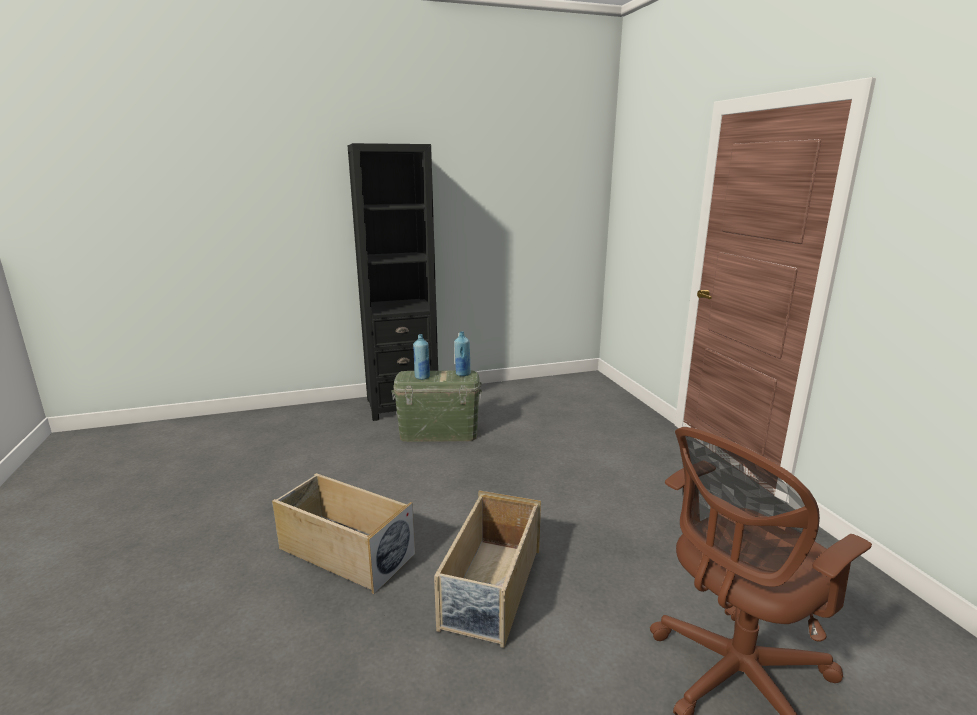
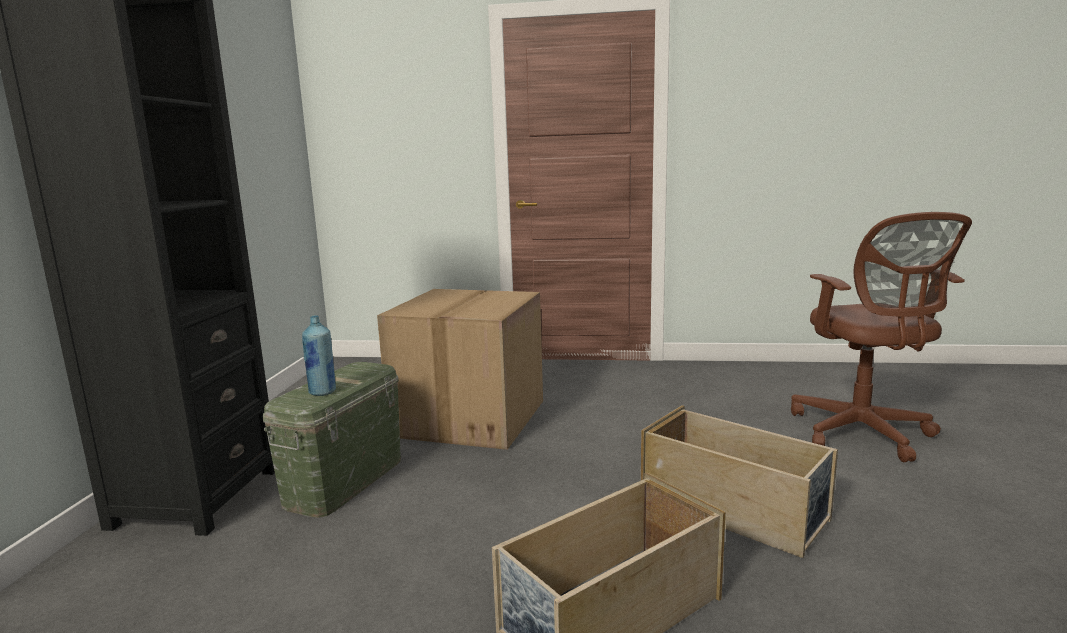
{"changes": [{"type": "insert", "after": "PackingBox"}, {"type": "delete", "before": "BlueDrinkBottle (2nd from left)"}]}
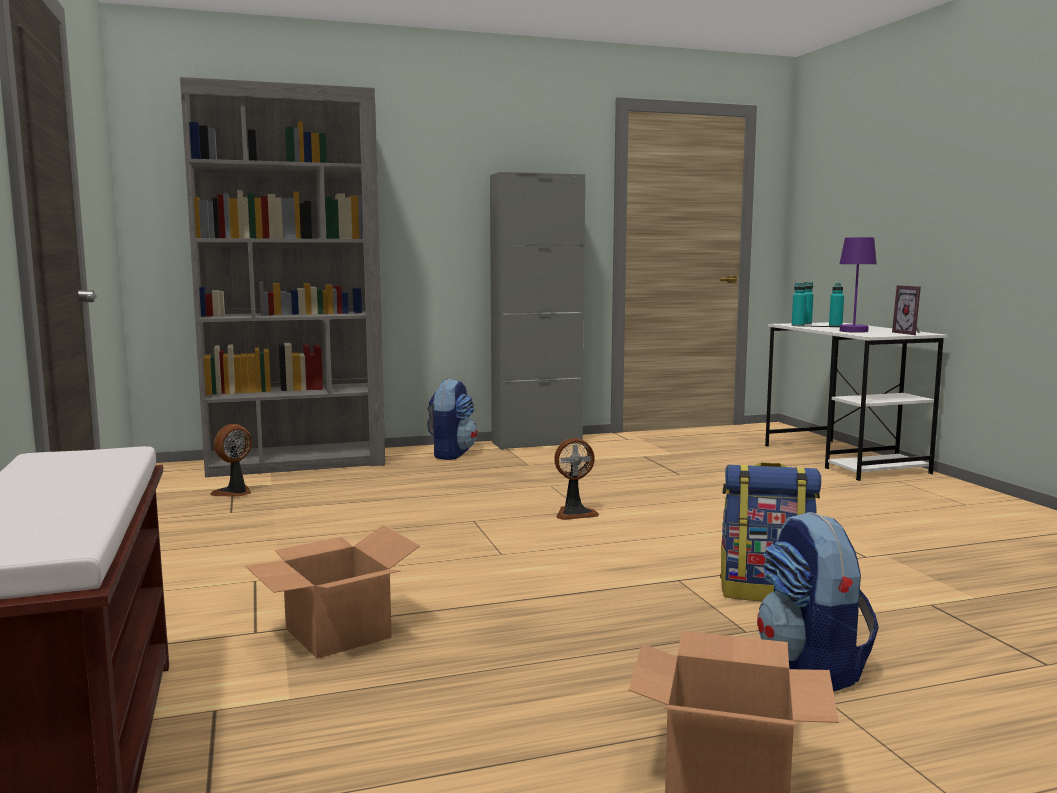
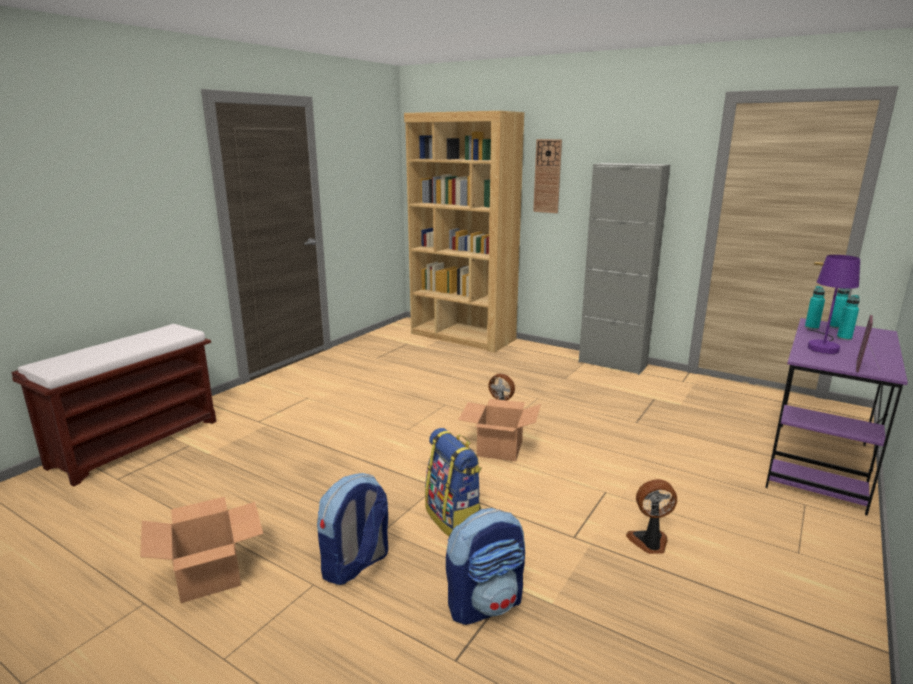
{"changes": [{"type": "recolor", "before": "GreyShelvingUnit", "after": "BrownColouredShelvingUnit"}, {"type": "move", "before": "Backpack (1st from left in the first image)", "after": "Backpack (3rd from left)"}, {"type": "move", "before": "PackingBox (1st from left in the first image)", "after": "PackingBox (2nd from left)"}, {"type": "insert", "after": "ClockOnTheWall"}, {"type": "move", "before": "CoolingFan (1st from left in the first image)", "after": "CoolingFan (2nd from left)"}, {"type": "recolor", "before": "WhiteColouredDeskTable", "after": "PurpleDeskTable"}]}
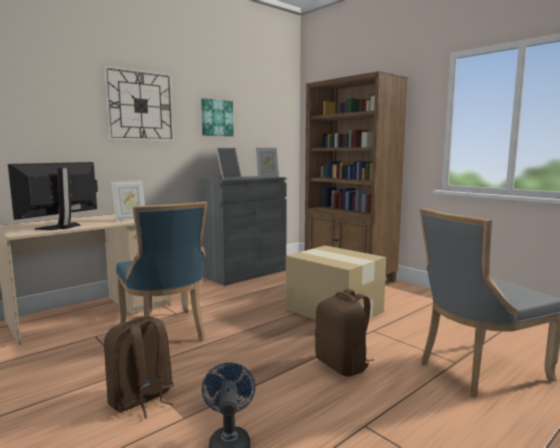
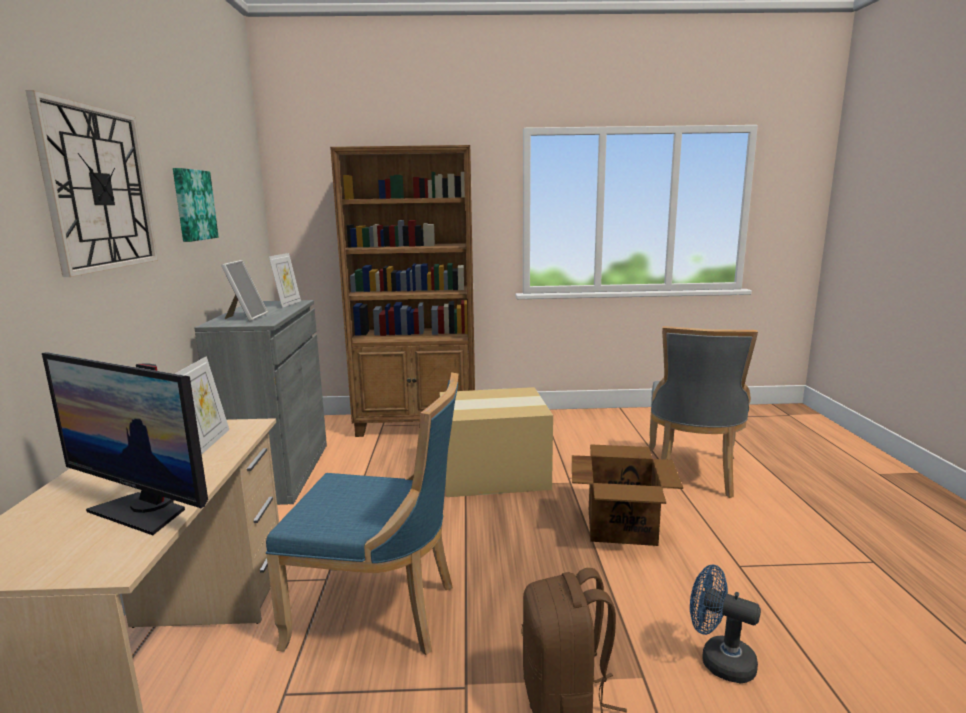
{"changes": [{"type": "rotate", "before": "Monitor", "turn": -45}, {"type": "replace", "before": "BrownColouredBackpack (2nd from left)", "after": "PackingBox (2nd from left)"}]}
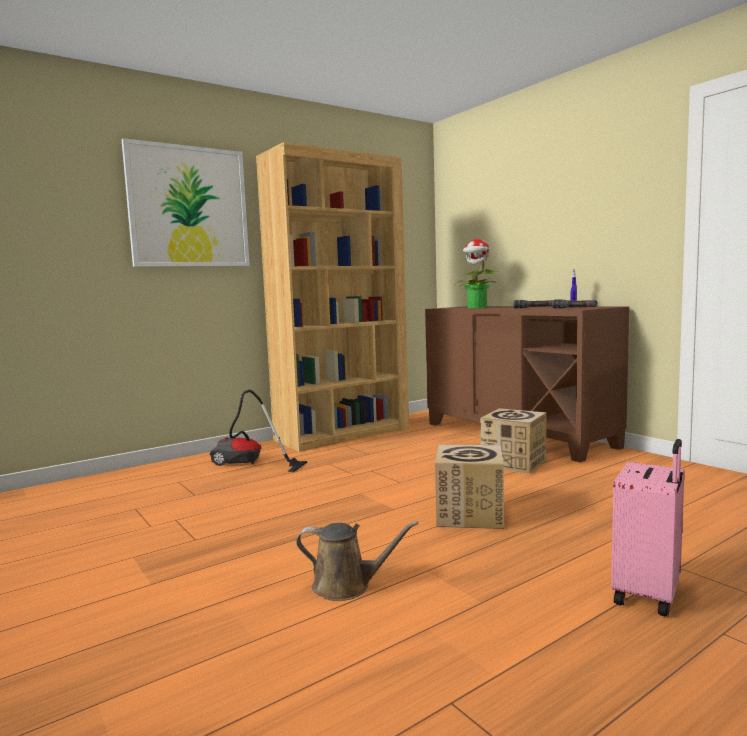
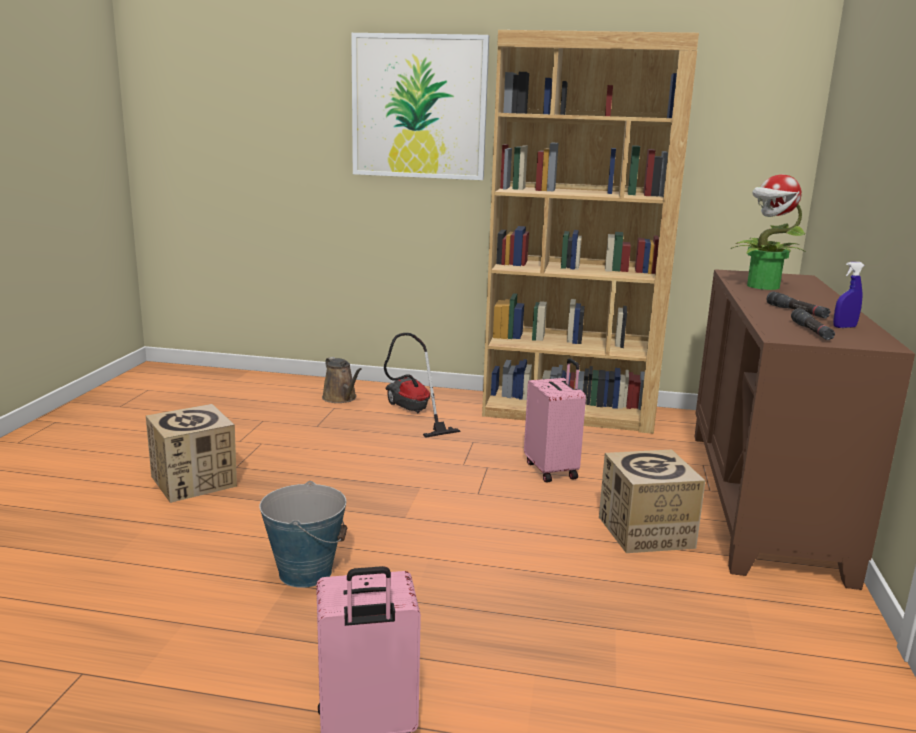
{"changes": [{"type": "move", "before": "PackingBox (1st from left)"}, {"type": "insert", "after": "Bucket"}, {"type": "move", "before": "BrownColouredWateringPot"}, {"type": "insert", "after": "PinkishPieceOfLuggage (2nd from left)"}]}
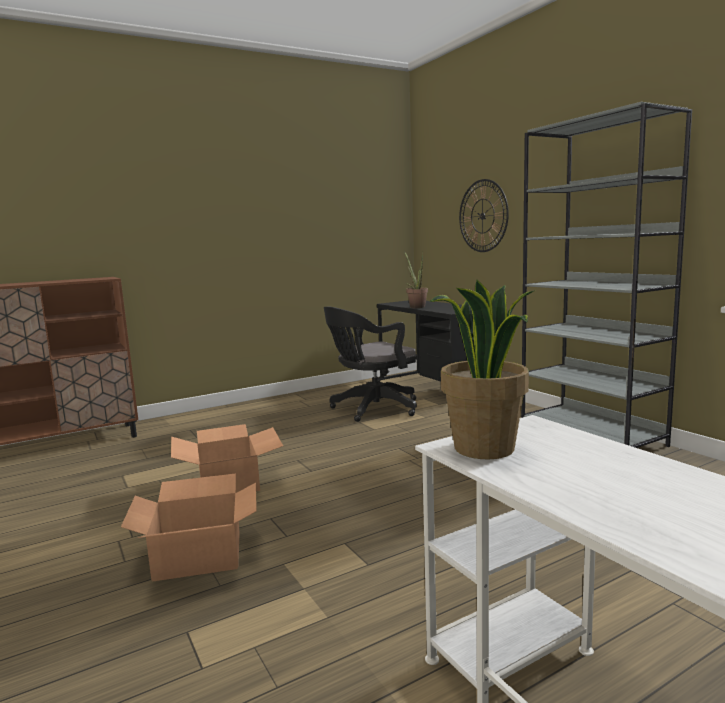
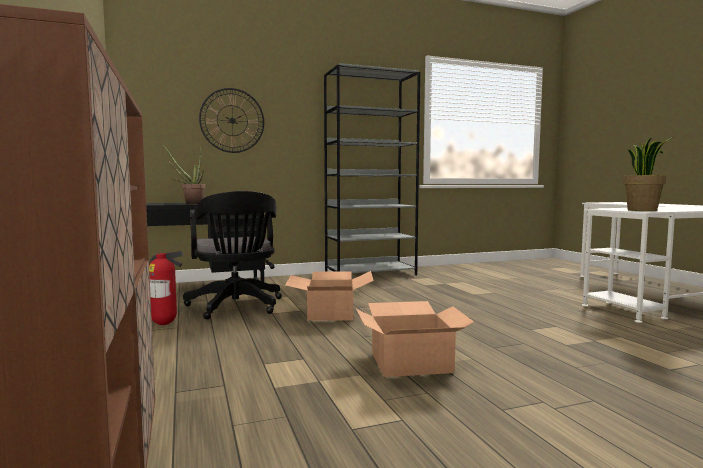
{"changes": [{"type": "insert", "after": "FireExtinguisher"}, {"type": "move", "before": "PackingBox (1st from left)"}]}
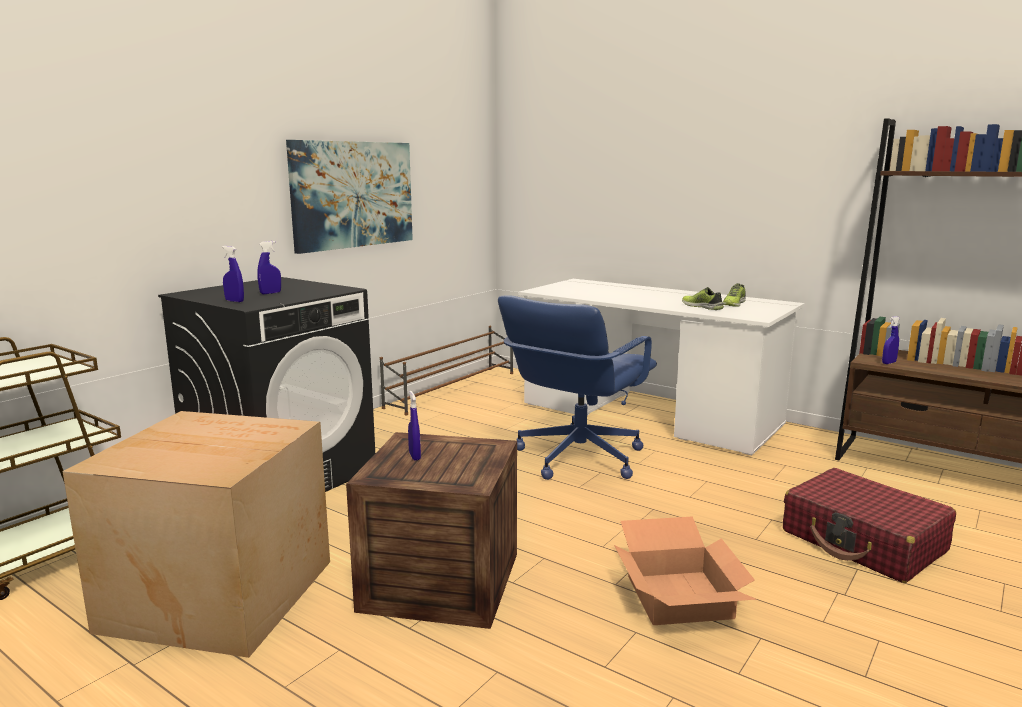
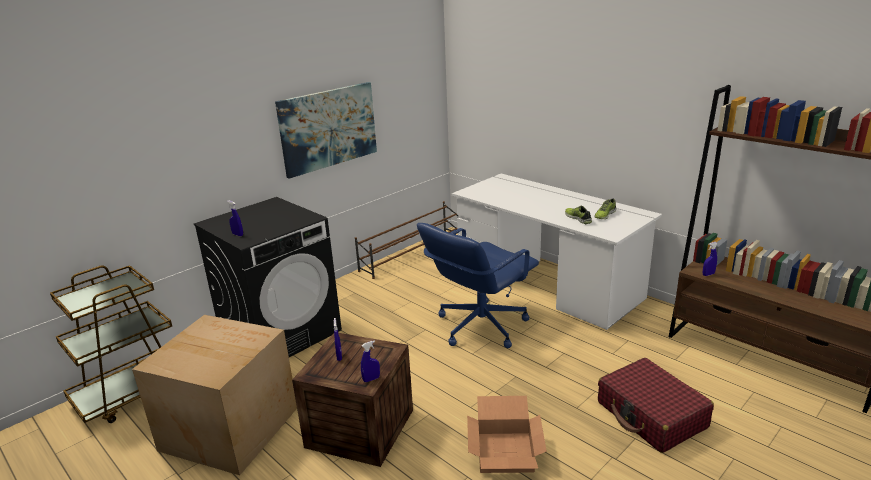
{"changes": [{"type": "move", "before": "BlueHandSprayer (2nd from left in the first image)", "after": "BlueHandSprayer (3rd from left)"}]}
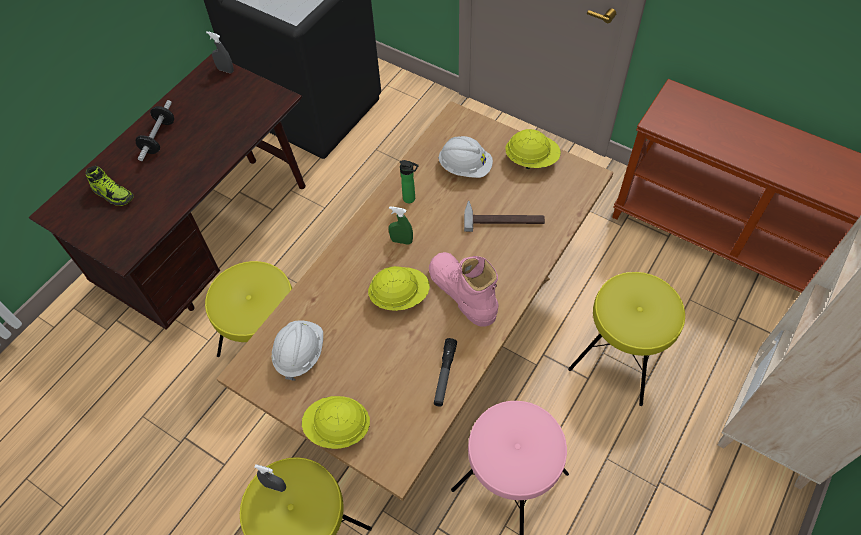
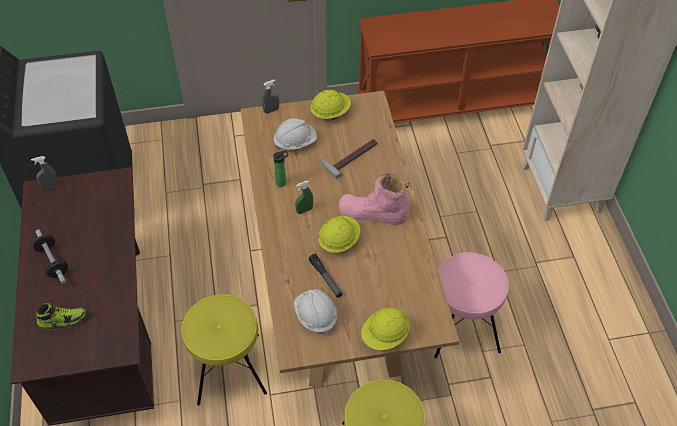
{"changes": [{"type": "move", "before": "GreyHandSprayer (2nd from left)"}, {"type": "move", "before": "HandTorch"}, {"type": "delete", "before": "YellowishSittingStool (3rd from left)"}]}
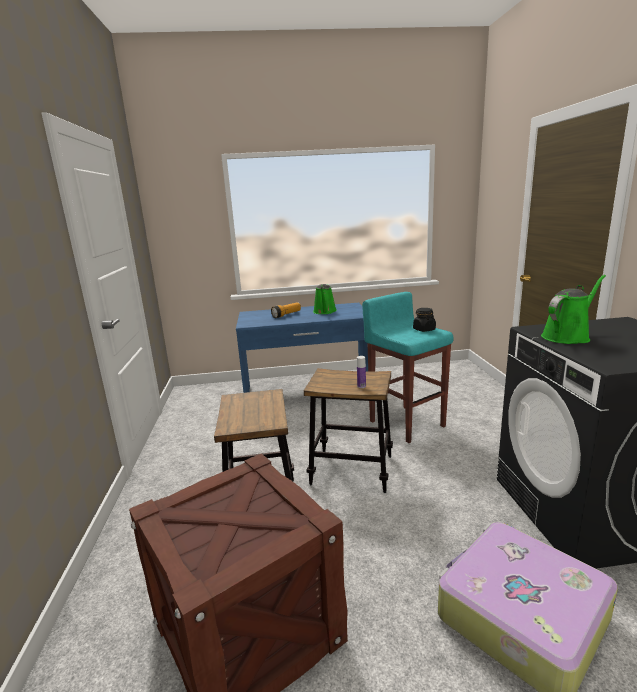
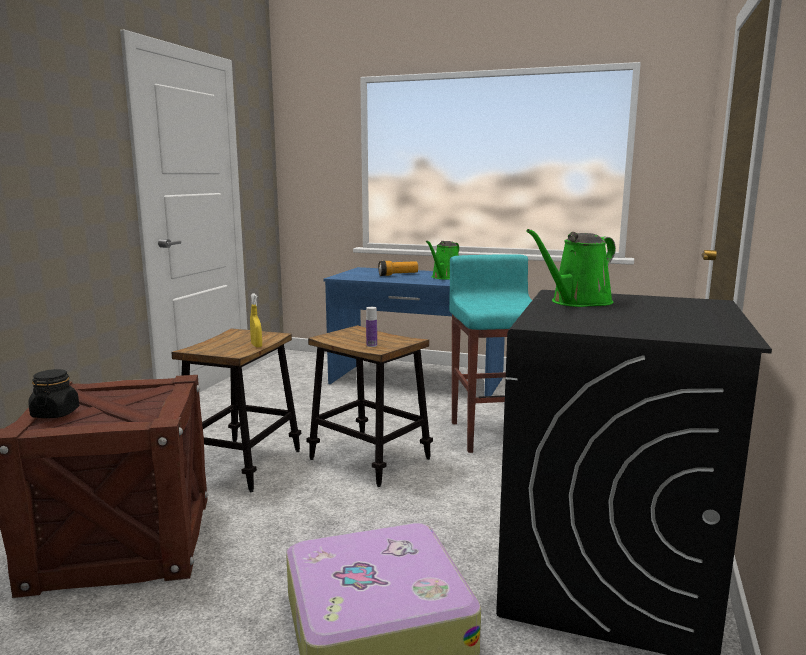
{"changes": [{"type": "move", "before": "BlackPreserveJar"}, {"type": "insert", "after": "YellowishHandSprayer"}, {"type": "rotate", "before": "GreenColouredWateringPot (2nd from left)", "turn": 150}]}
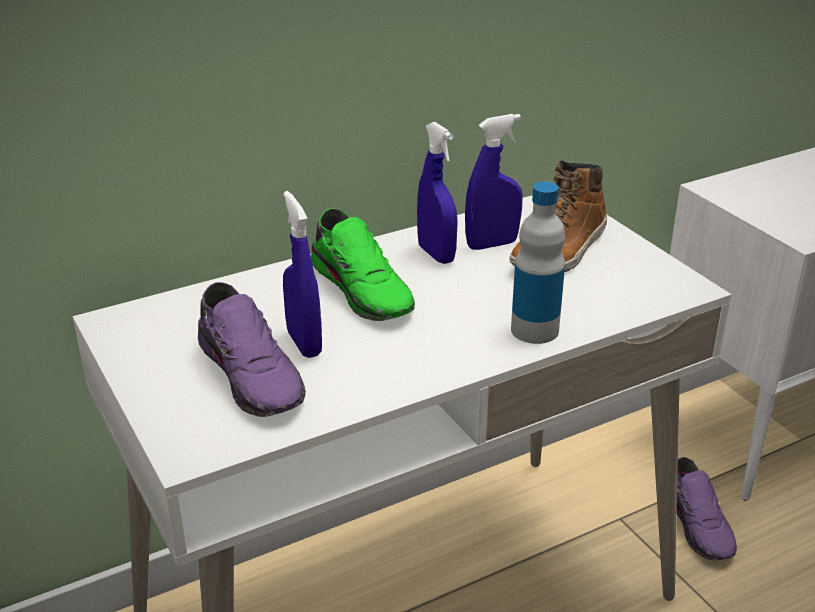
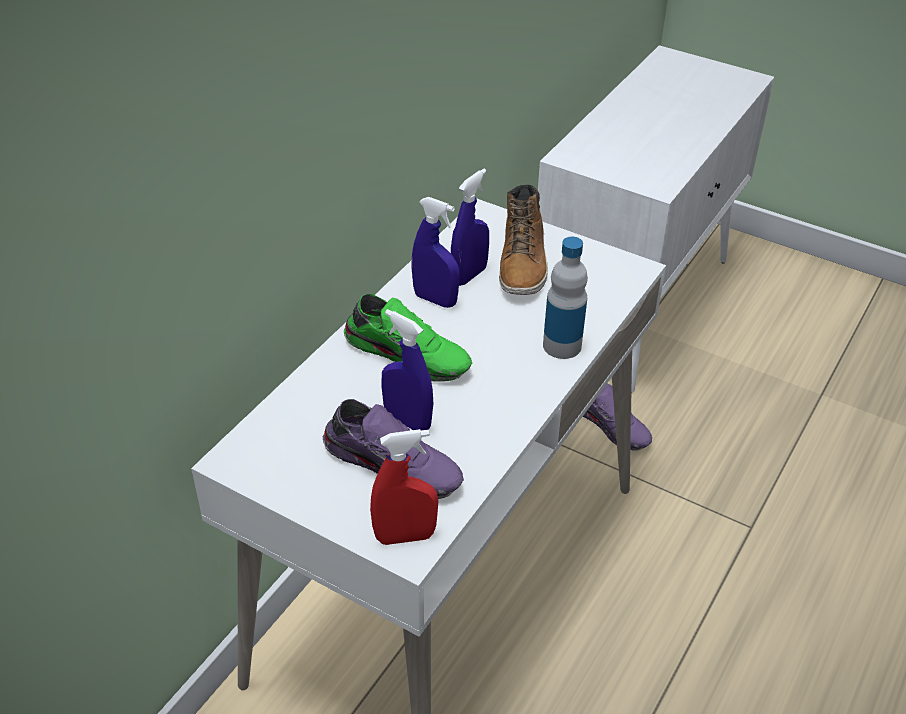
{"changes": [{"type": "insert", "after": "RedHandSprayer"}]}
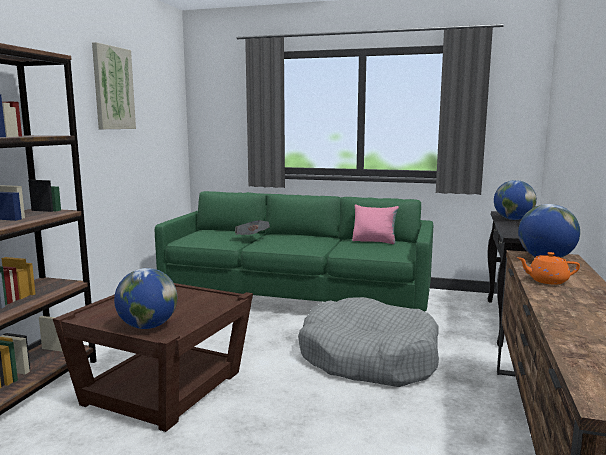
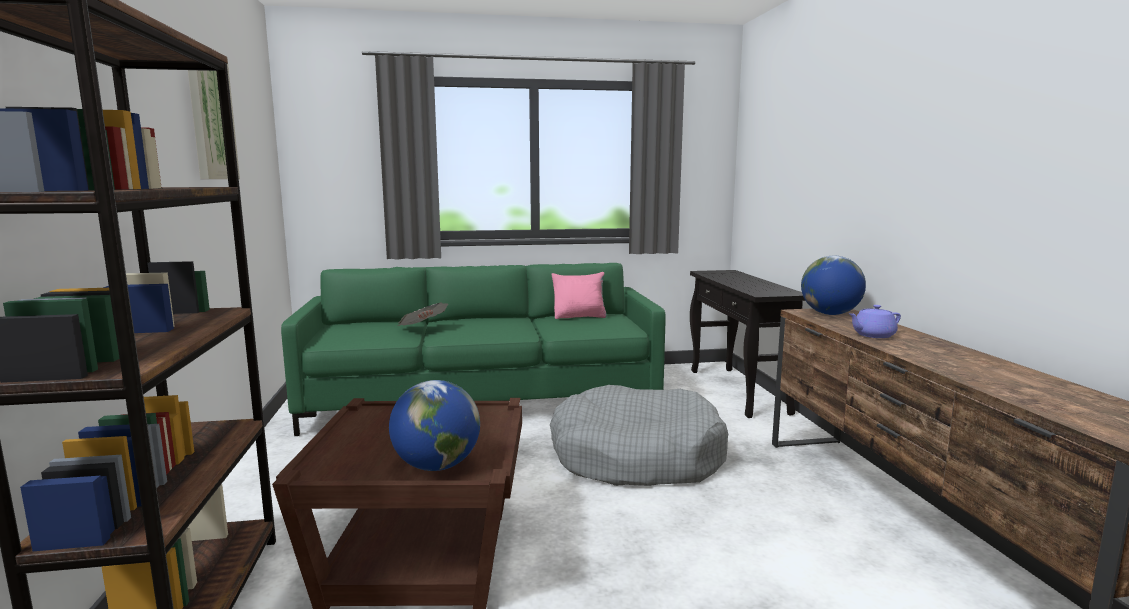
{"changes": [{"type": "recolor", "before": "OrangeyTeaPot", "after": "PurpleTeaPot"}, {"type": "delete", "before": "WorldGlobe (2nd from left)"}]}
